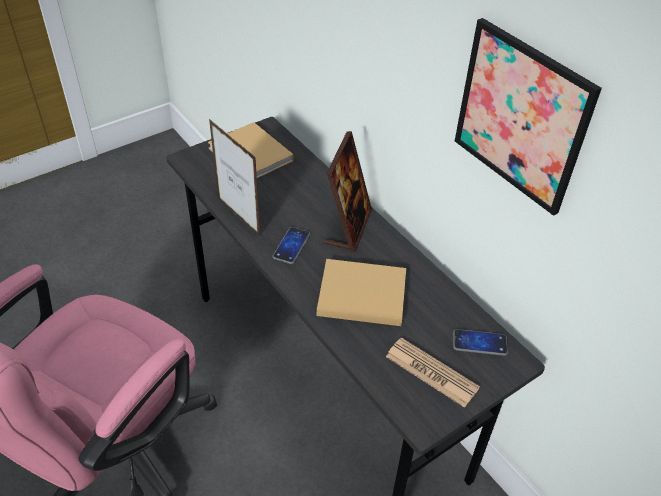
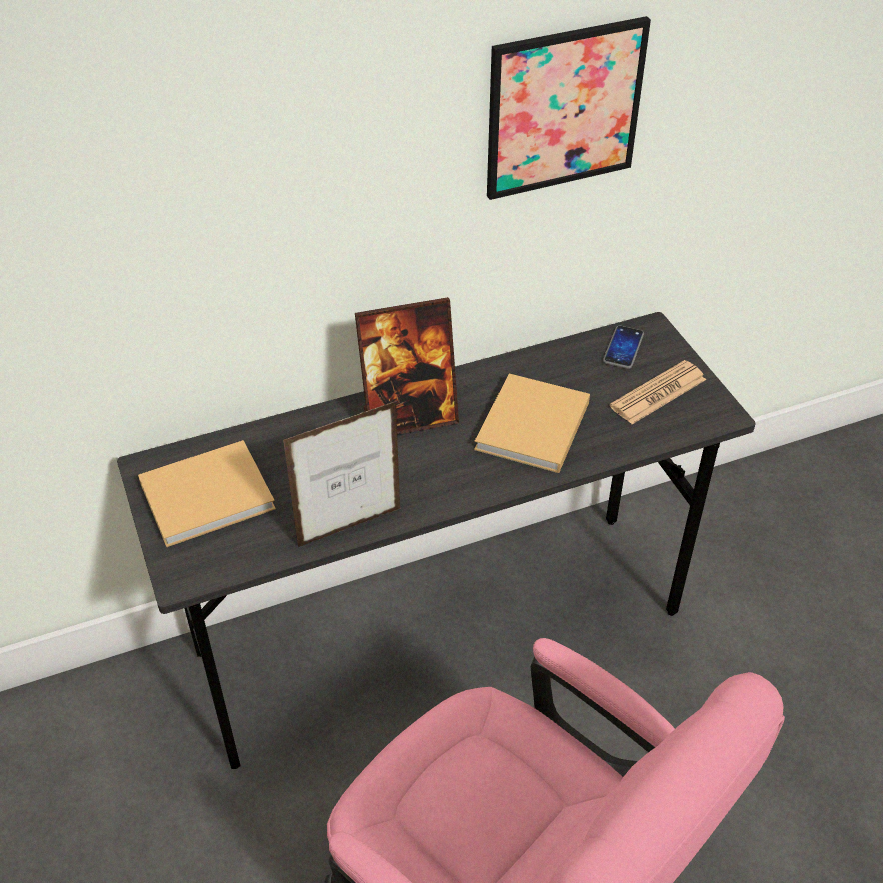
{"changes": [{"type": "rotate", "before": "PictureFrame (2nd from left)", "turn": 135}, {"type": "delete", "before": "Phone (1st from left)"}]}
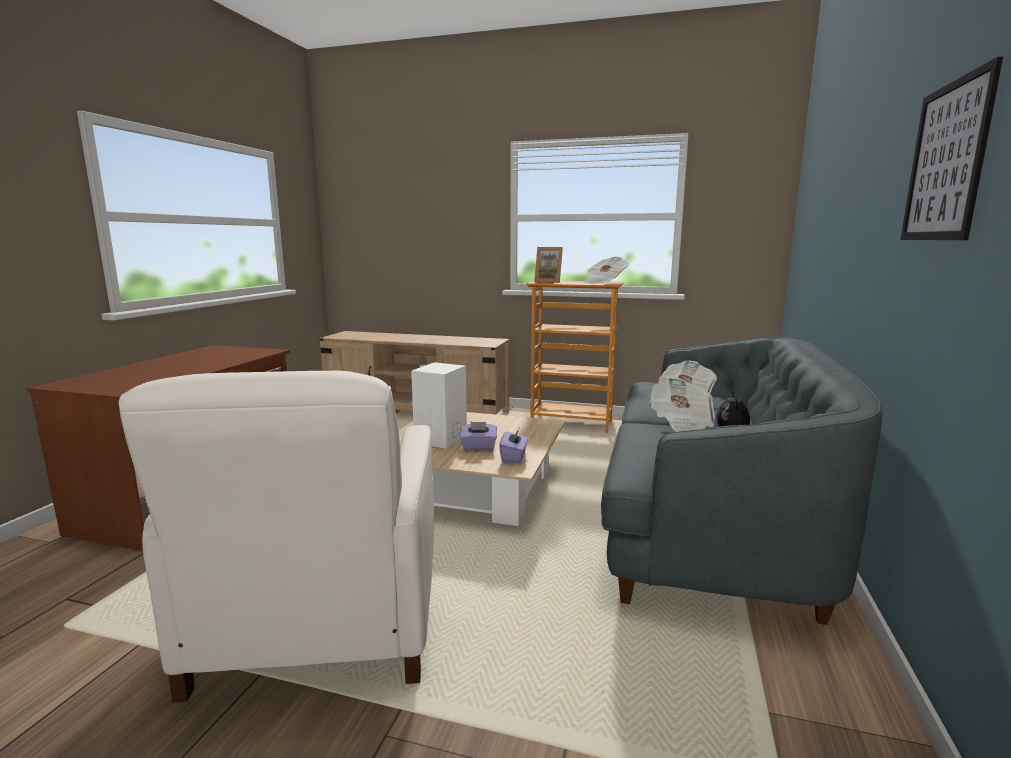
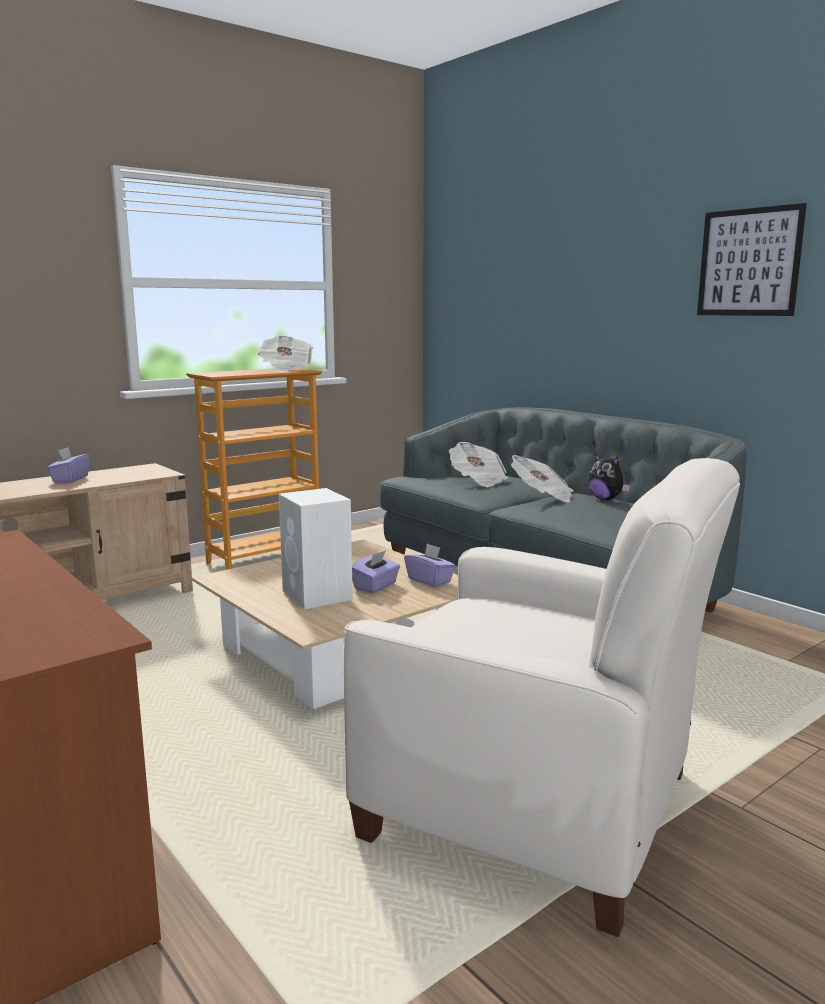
{"changes": [{"type": "insert", "after": "PurpleTissueBox (1st from left)"}, {"type": "delete", "before": "PictureFrame"}]}
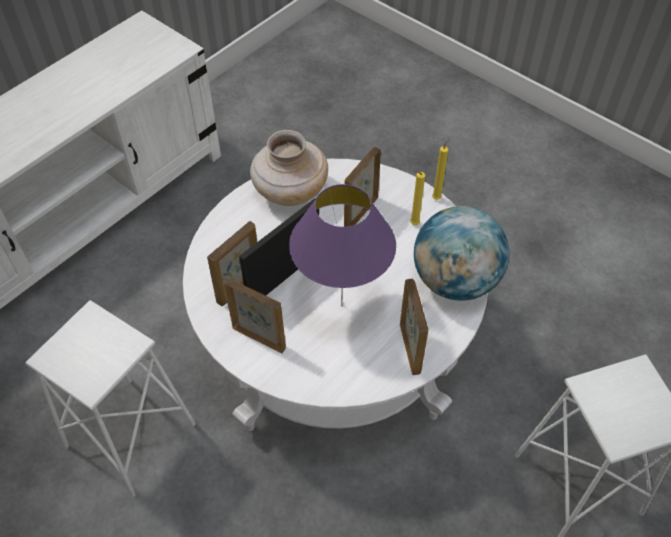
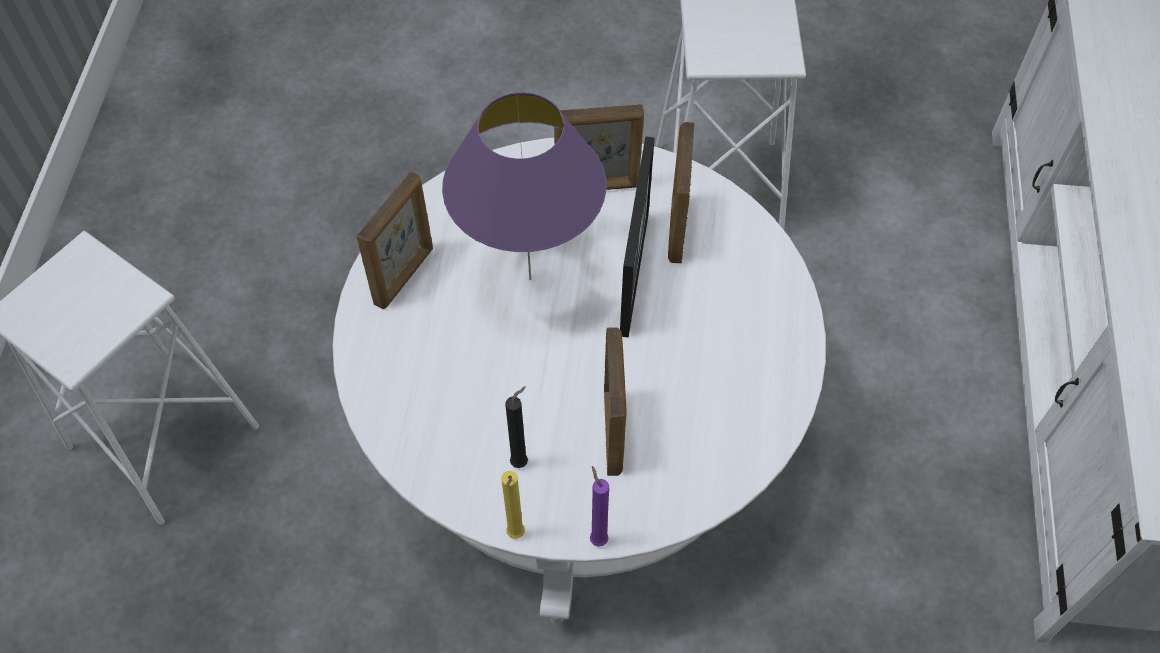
{"changes": [{"type": "rotate", "before": "PictureFrame (5th from left in the first image)", "turn": -105}, {"type": "recolor", "before": "YellowishCandle (1st from left)", "after": "BlackCandle"}, {"type": "insert", "after": "PurpleCandle"}, {"type": "delete", "before": "BeigeFlowerVase"}, {"type": "delete", "before": "WorldGlobe"}]}
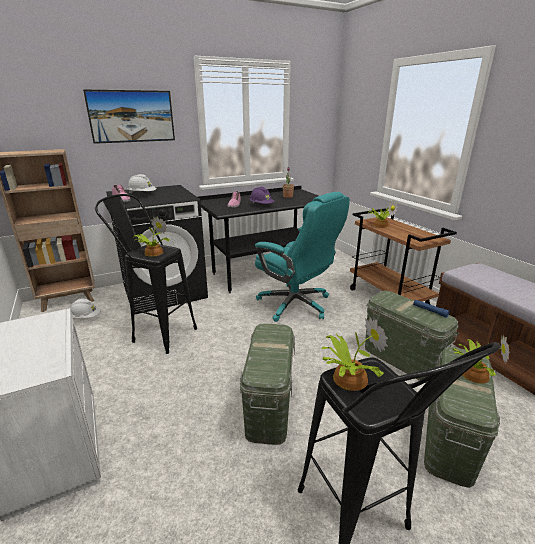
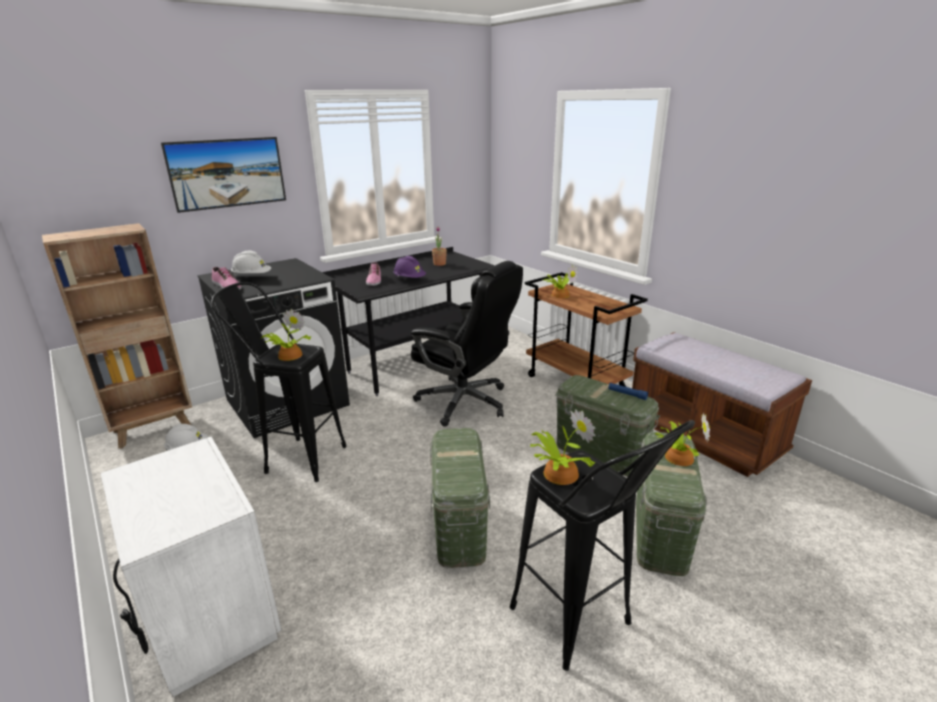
{"changes": [{"type": "recolor", "before": "BlueGreenDeskChair", "after": "BlackDeskChair"}]}
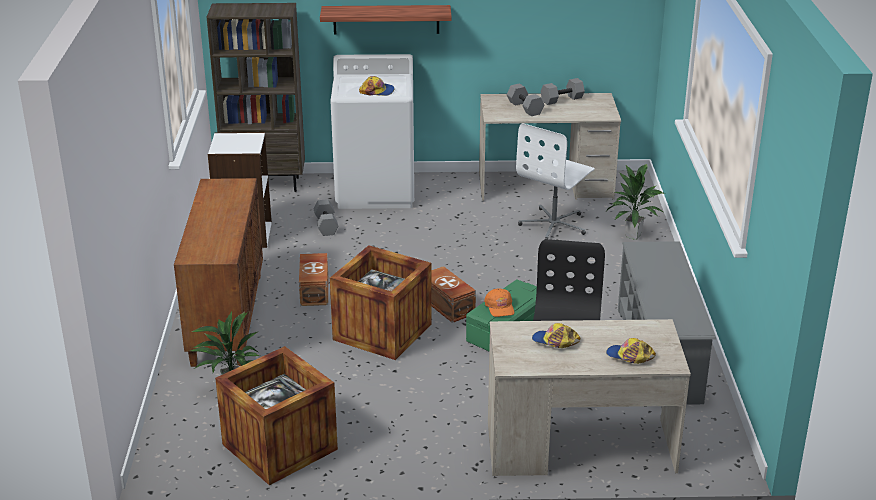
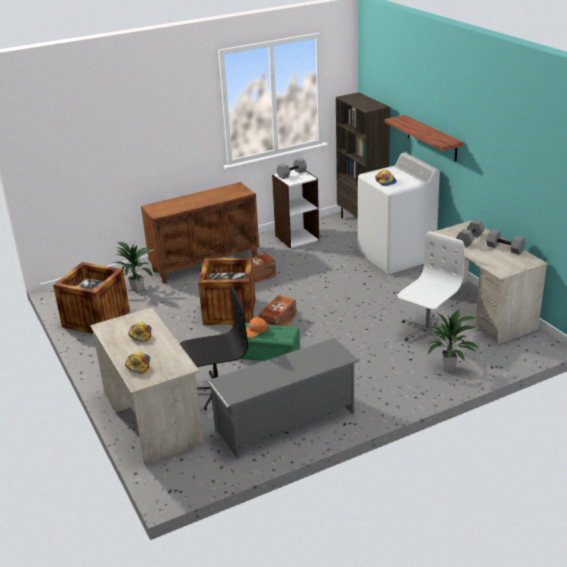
{"changes": [{"type": "move", "before": "GreyFreeWeight (1st from left)"}, {"type": "rotate", "before": "WhiteColouredDeskChair", "turn": 120}]}
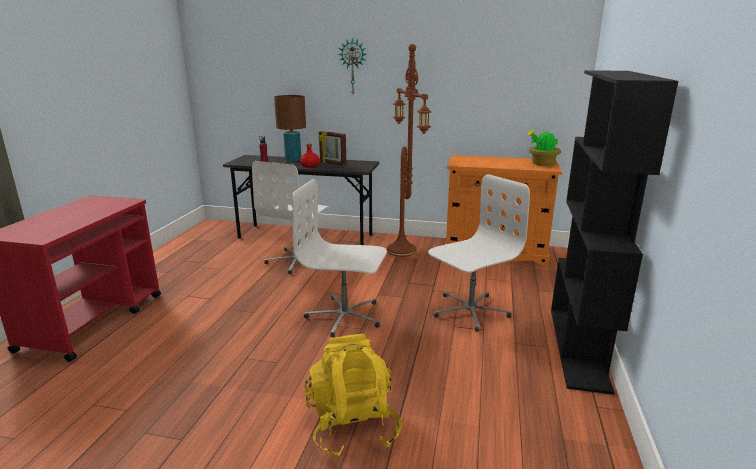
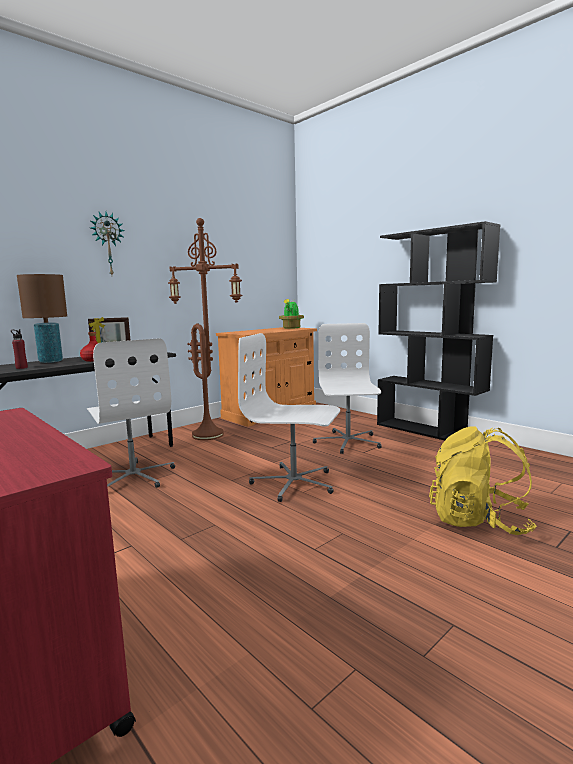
{"changes": [{"type": "rotate", "before": "WhiteColouredDeskChair (2nd from left)", "turn": 60}]}
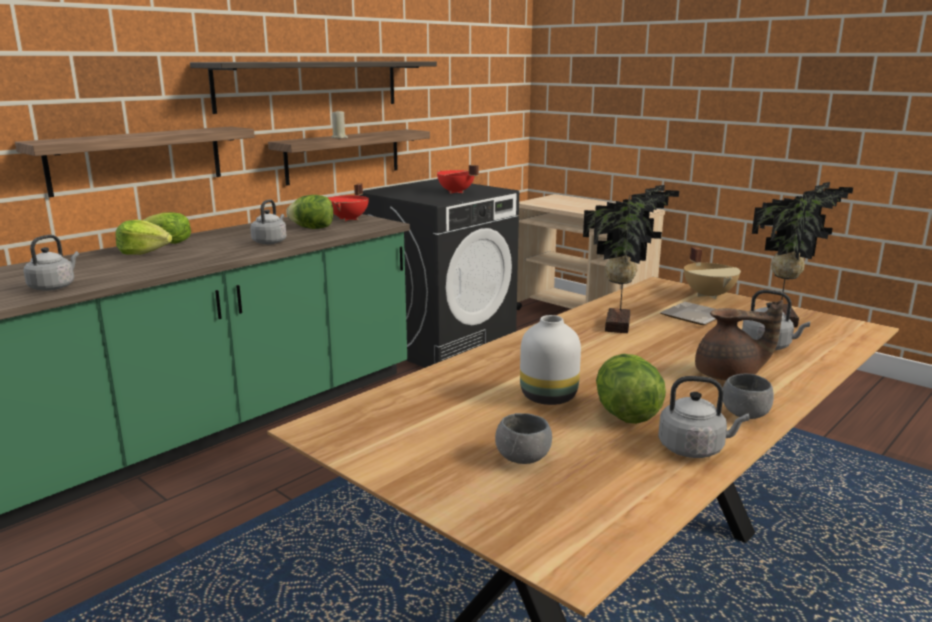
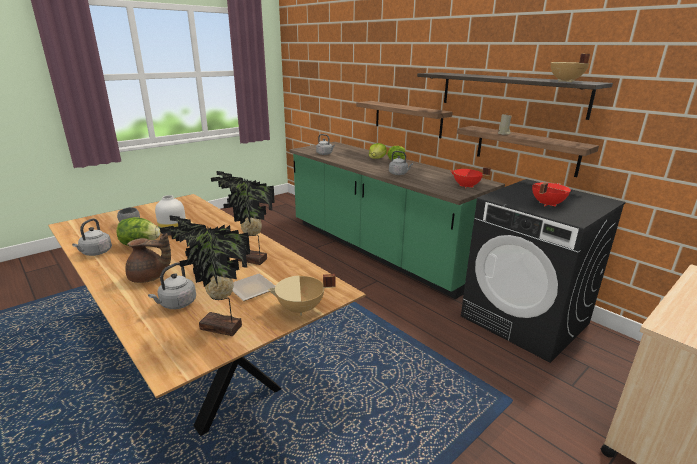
{"changes": [{"type": "rotate", "before": "BrownColouredTeaPot", "turn": -105}, {"type": "insert", "after": "BeigeSaucepot (2nd from left)"}, {"type": "delete", "before": "HeadOfLettuce (3rd from left)"}, {"type": "delete", "before": "GreyBowl (2nd from left)"}]}
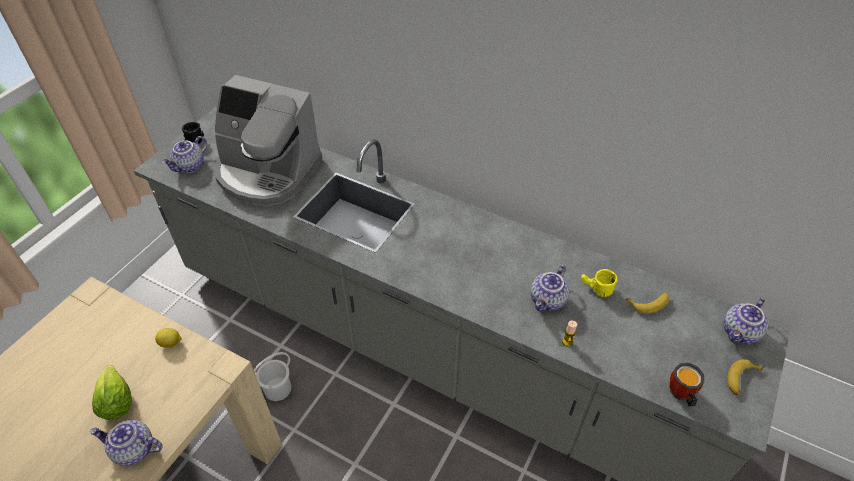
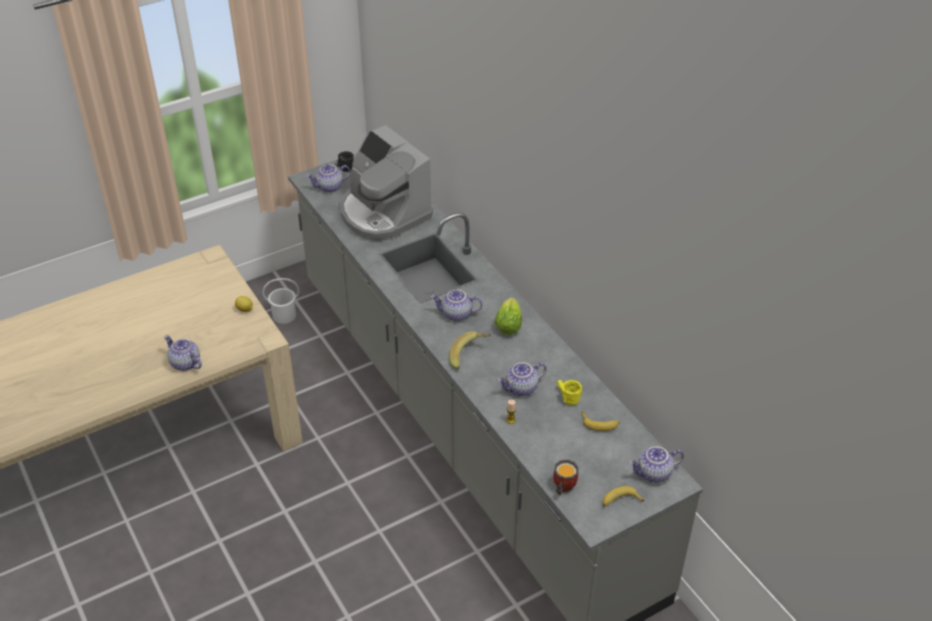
{"changes": [{"type": "move", "before": "WhiteColouredBucket"}, {"type": "insert", "after": "TeaPot (3rd from left)"}, {"type": "insert", "after": "Banana (1st from left)"}, {"type": "move", "before": "HeadOfLettuce"}]}
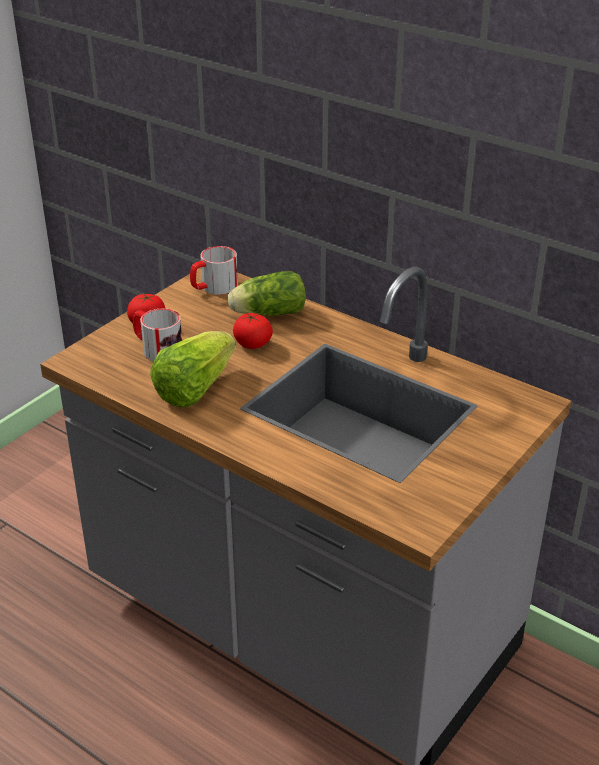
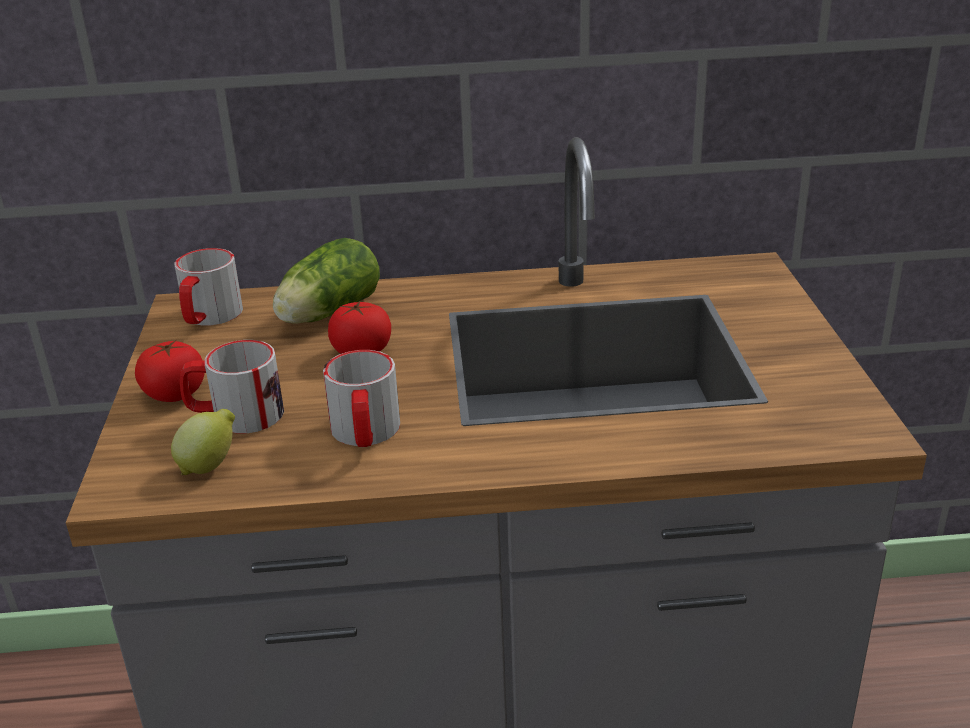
{"changes": [{"type": "insert", "after": "WholeLemon"}, {"type": "replace", "before": "HeadOfLettuce (1st from left)", "after": "TeaMug (3rd from left)"}]}
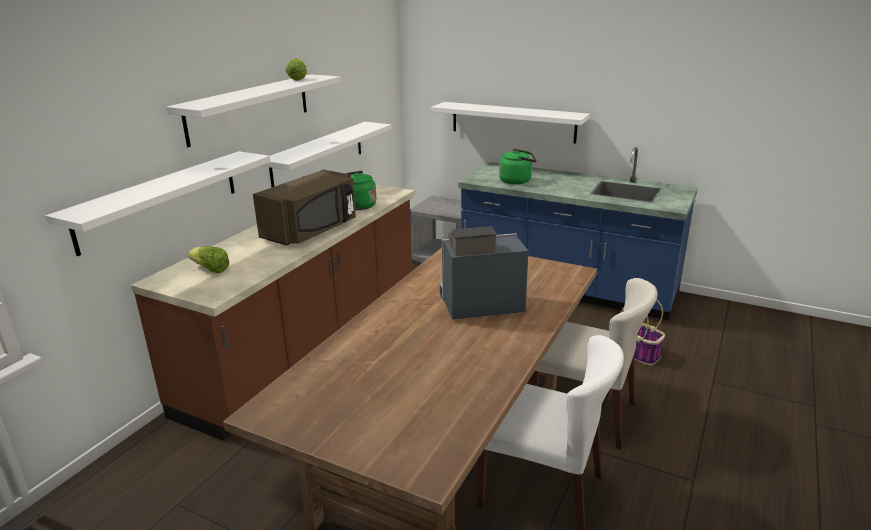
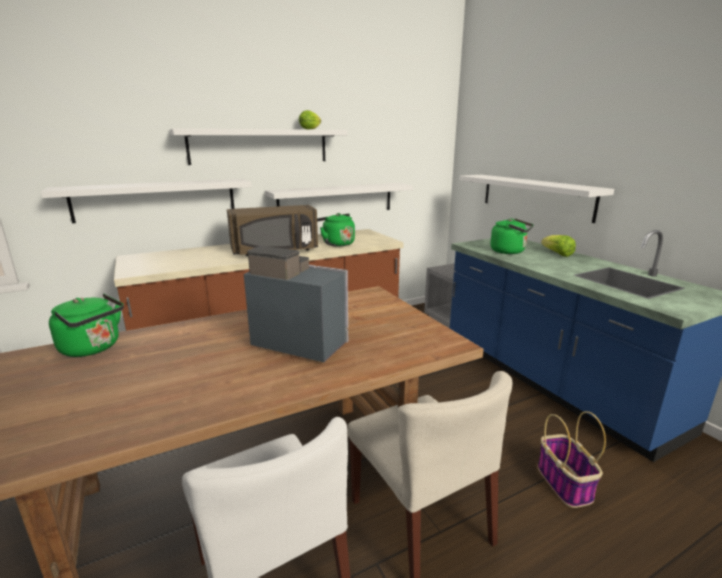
{"changes": [{"type": "insert", "after": "GreenColouredWaterKettle (1st from left)"}, {"type": "move", "before": "HeadOfLettuce (1st from left in the first image)", "after": "HeadOfLettuce (2nd from left)"}]}
